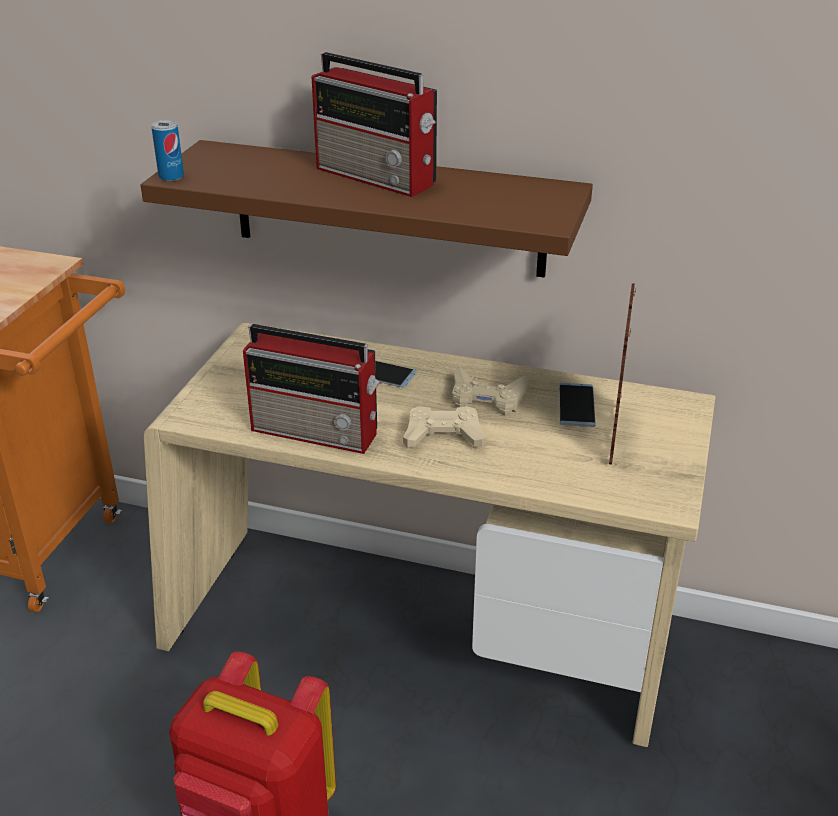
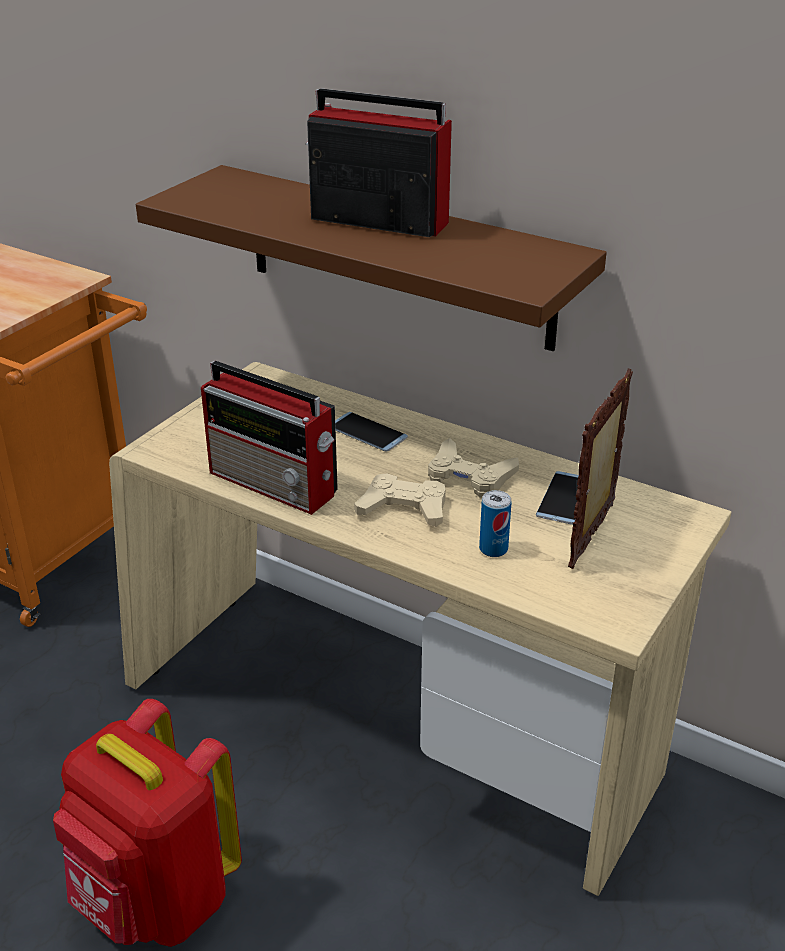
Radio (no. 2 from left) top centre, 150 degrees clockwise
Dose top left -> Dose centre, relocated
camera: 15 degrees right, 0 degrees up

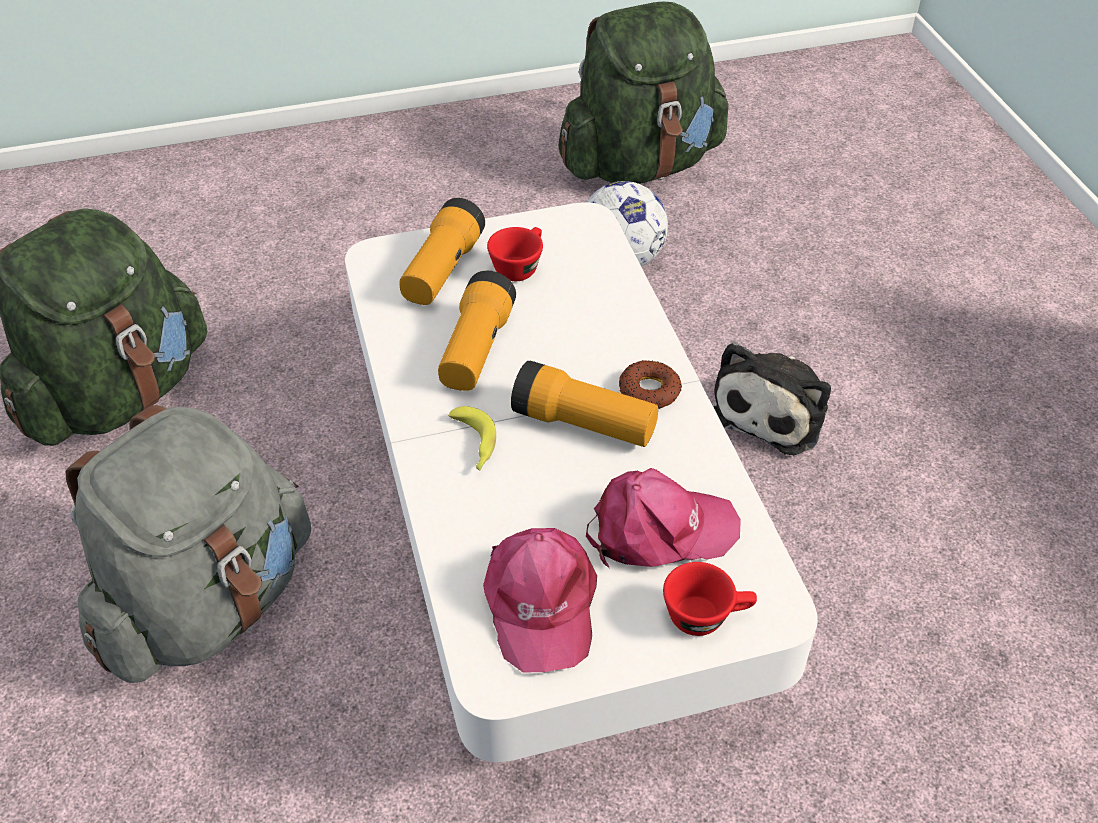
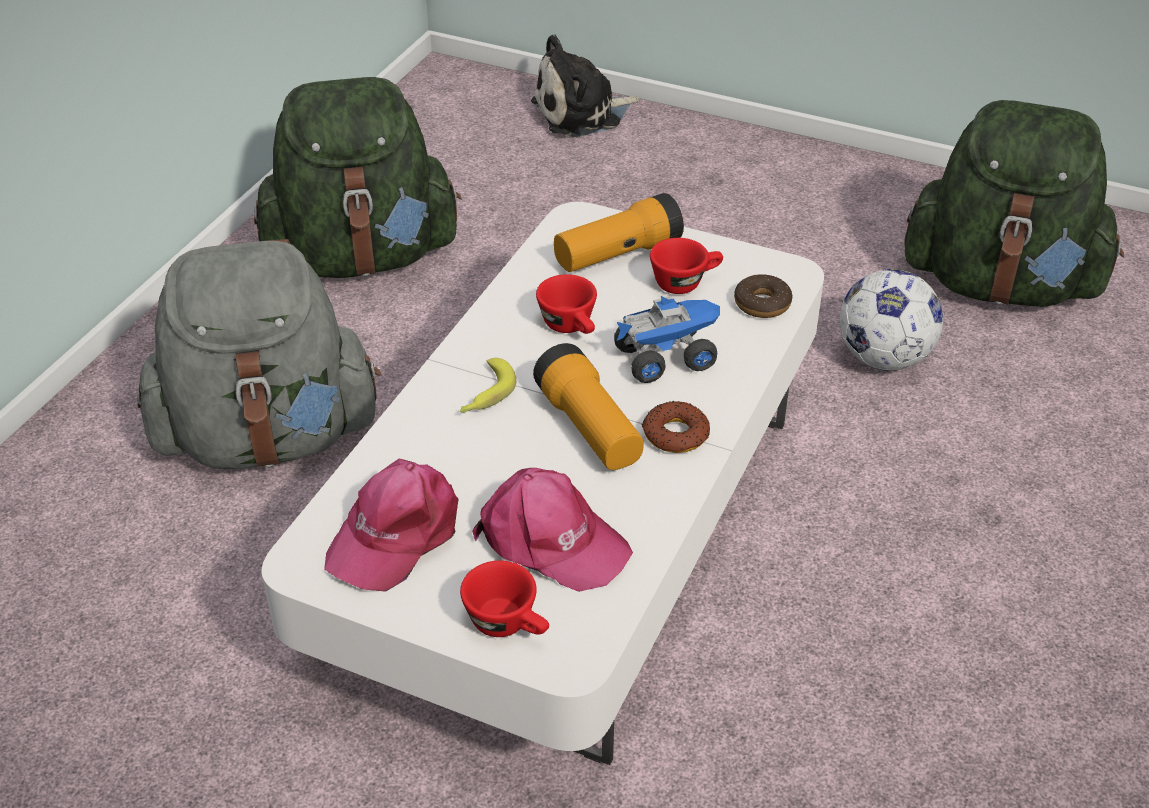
Plüschtier middle right -> Plüschtier top centre, relocated
Taschenlampe (no. 2 from left) centre -> Tasse/rot (no. 2 from left) centre
none -> Spielzeuglaster centre
none -> Donut (no. 2 from left) centre
camera: 40 degrees right, 5 degrees down

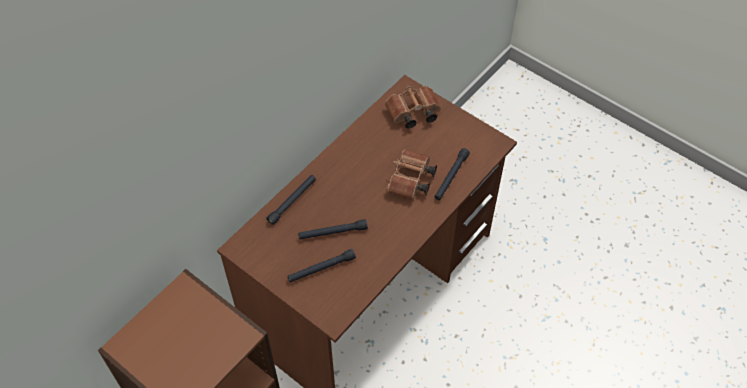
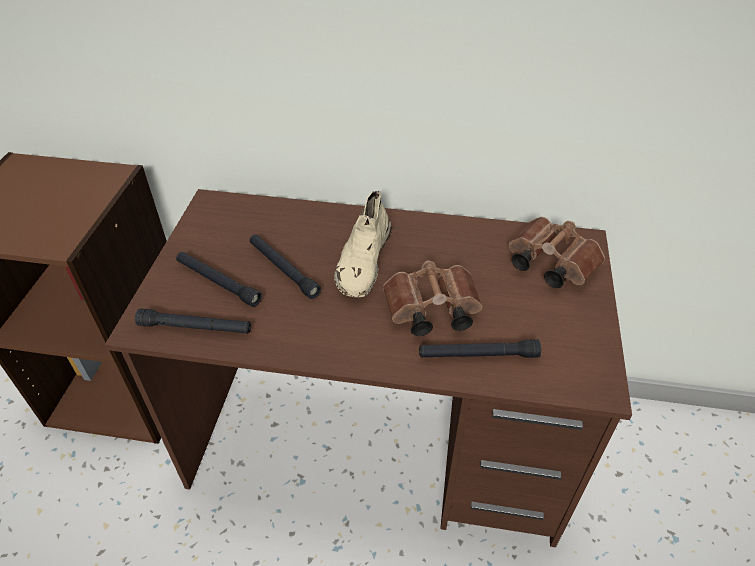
Taschenlampe/schwarz (no. 1 from left) centre -> Taschenlampe/schwarz (no. 1 from left) middle left, relocated
none -> Schuh/beige centre
camera: 60 degrees right, 10 degrees down

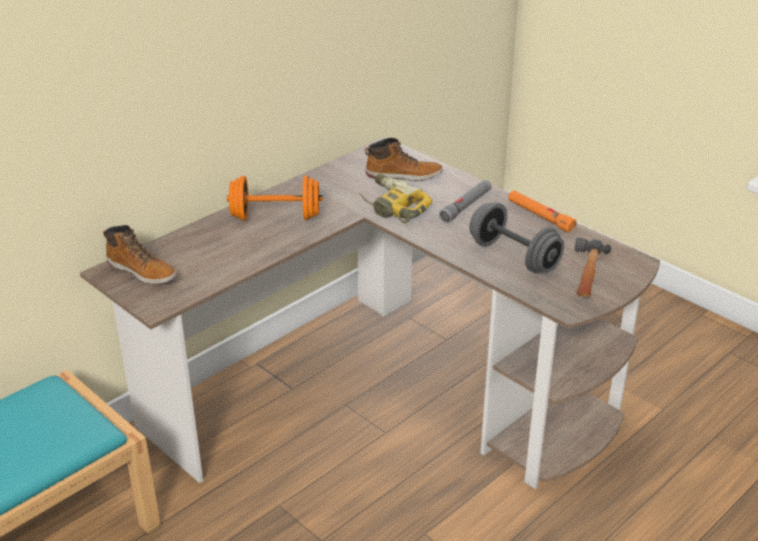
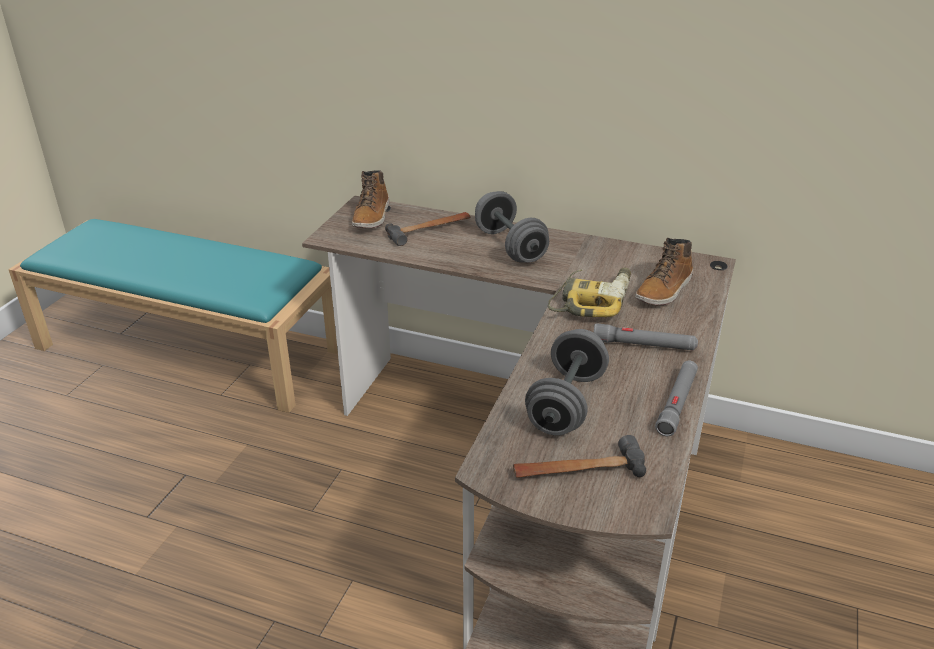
none -> Hammer (no. 1 from left) centre
Hantel/orange centre -> Hantel/grau (no. 1 from left) centre
Stiefel (no. 2 from left) top centre -> Stiefel (no. 2 from left) middle right, 60 degrees clockwise
Taschenlampe/orange middle right -> Taschenlampe/grau (no. 2 from left) middle right
camera: 65 degrees right, 0 degrees up

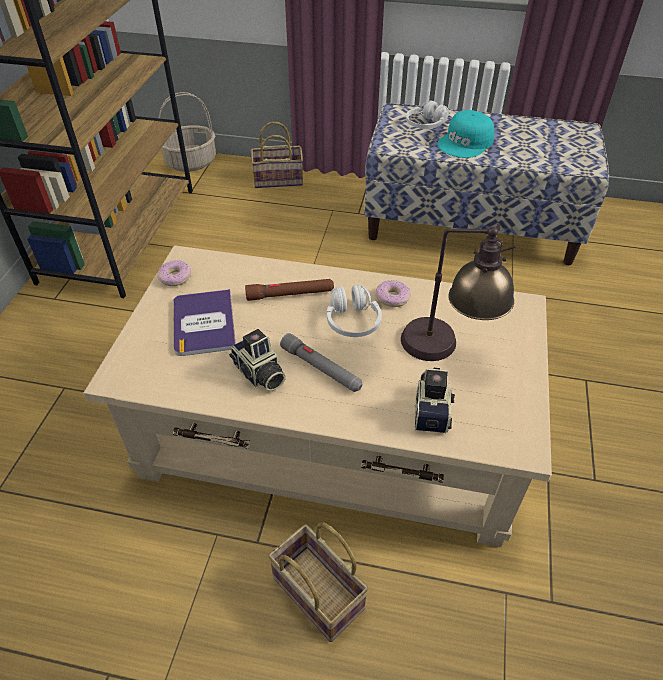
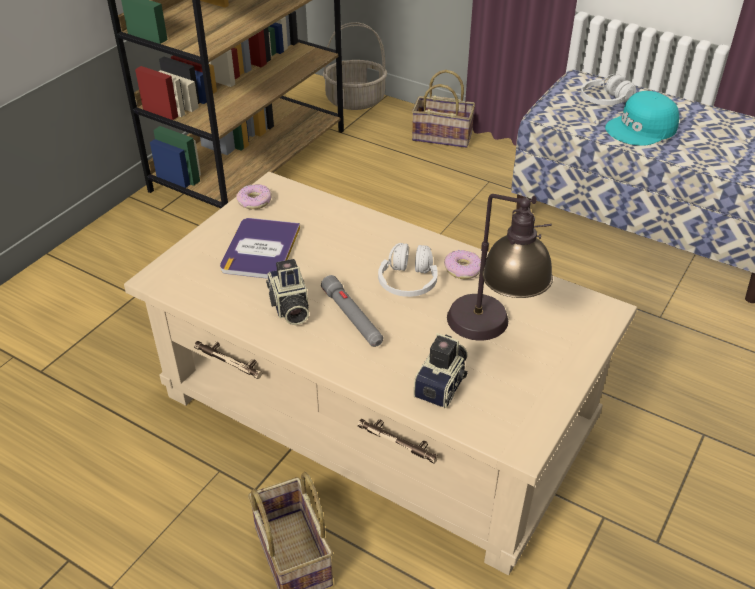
Taschenlampe/braun centre -> none
camera: 20 degrees right, 5 degrees down

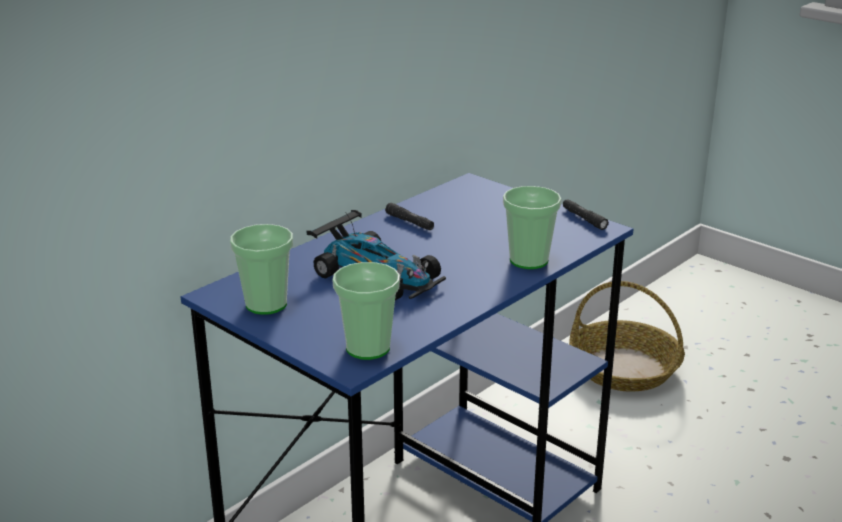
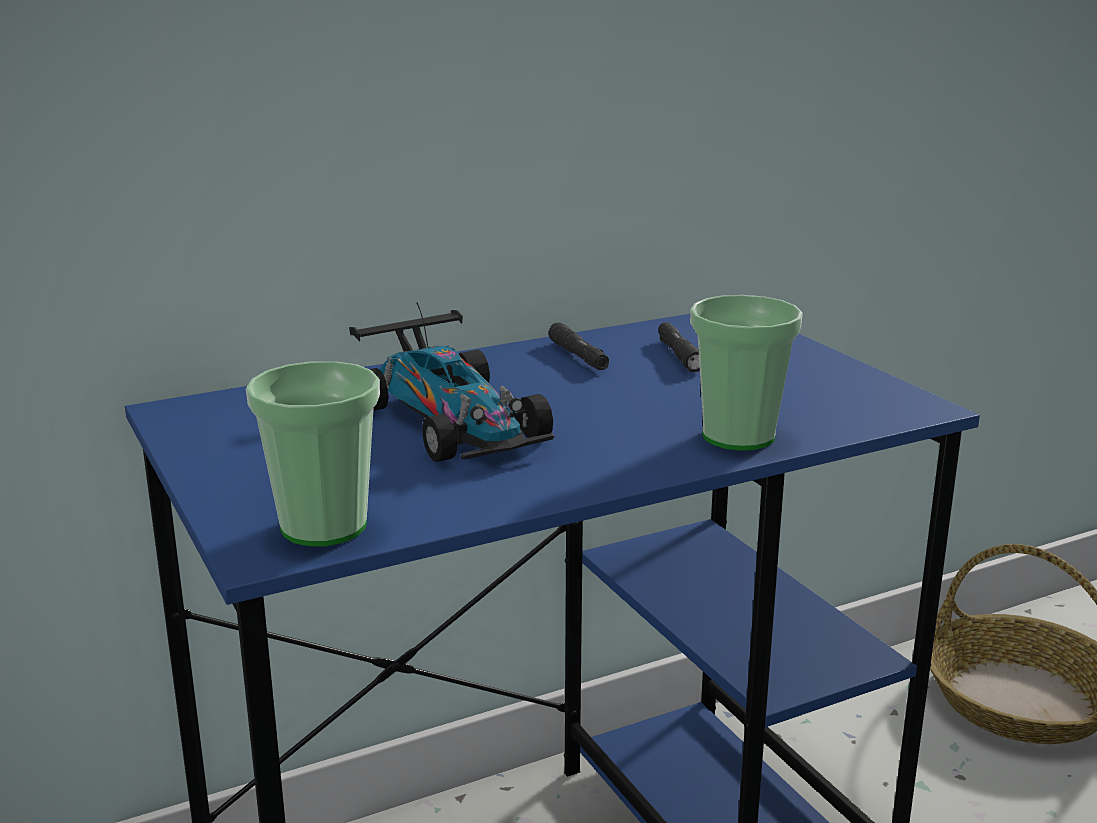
Taschenlampe/schwarz (no. 2 from left) middle right -> Taschenlampe/schwarz (no. 2 from left) centre, relocated
Tasse (no. 1 from left) middle left -> none
camera: 20 degrees right, 5 degrees down

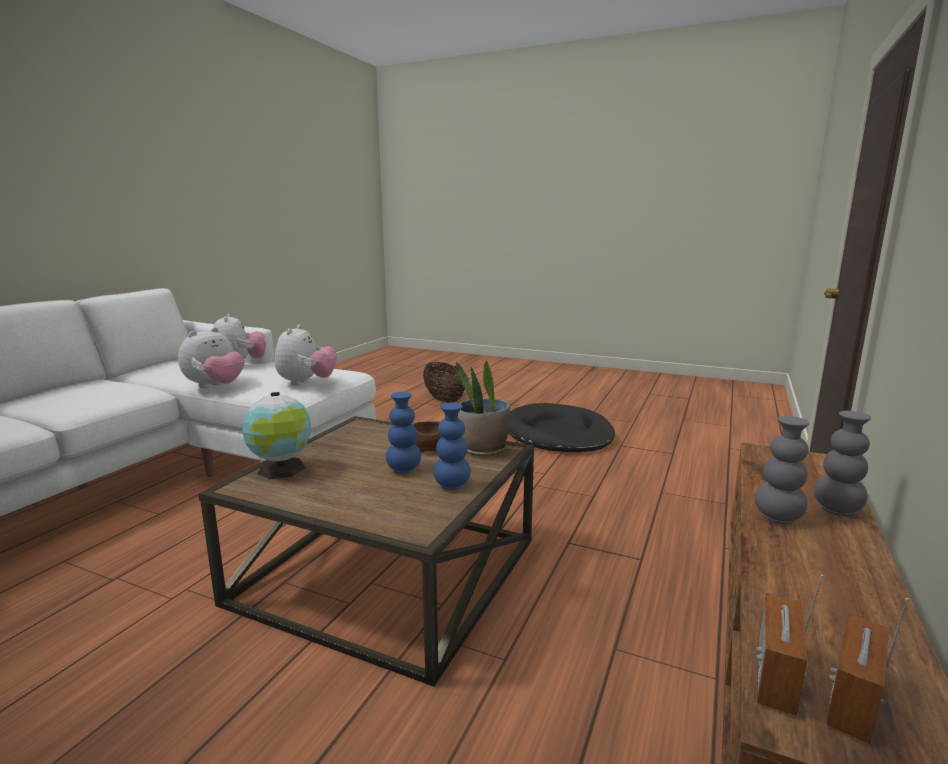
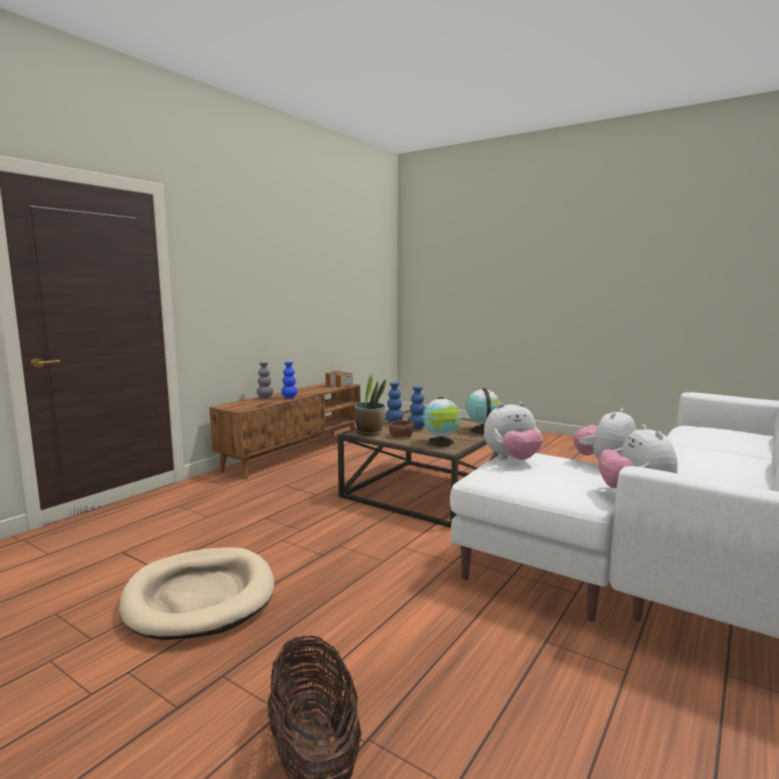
Hundebett/schwarz centre -> Hundebett/beige bottom left
Vase/grau (no. 1 from left) middle right -> Vase/blau (no. 1 from left) centre
none -> Globus (no. 1 from left) centre
Plüschtier (no. 3 from left in the first image) middle left -> Plüschtier (no. 1 from left) centre, 120 degrees counterclockwise
camera: 170 degrees left, 5 degrees down

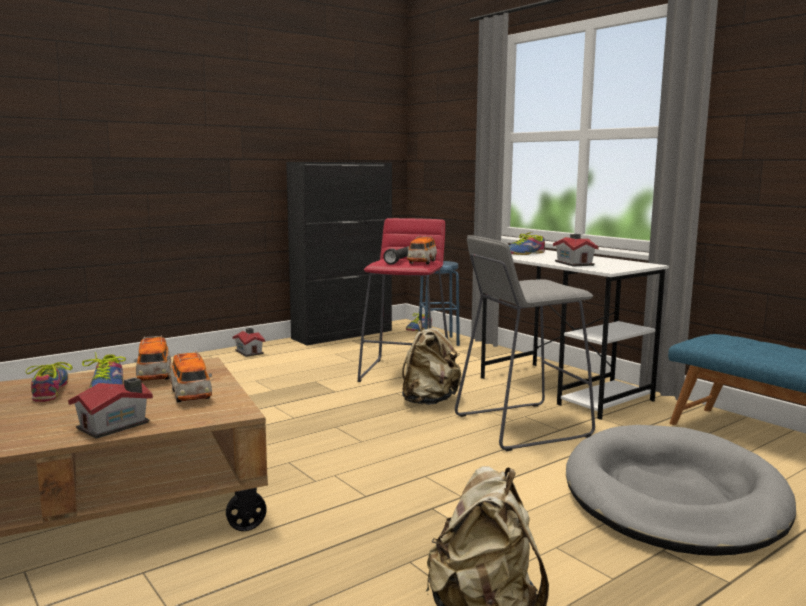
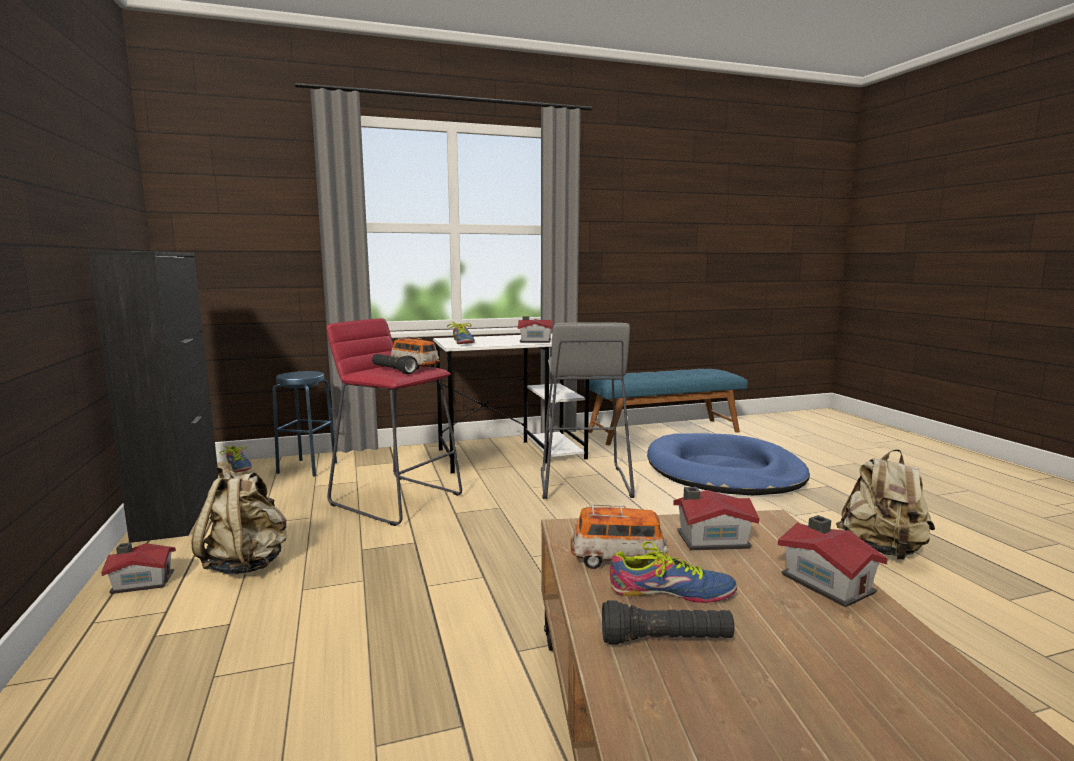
Rucksack/beige (no. 1 from left) centre -> Rucksack/beige (no. 1 from left) bottom left, relocated
Schuh (no. 1 from left) middle left -> Taschenlampe/schwarz (no. 2 from left) bottom centre
Hundebett/grau bottom right -> Hundebett/blau middle right
Spielzeugauto (no. 2 from left) middle left -> Spielzeughaus (no. 3 from left) bottom right
camera: 70 degrees left, 0 degrees up

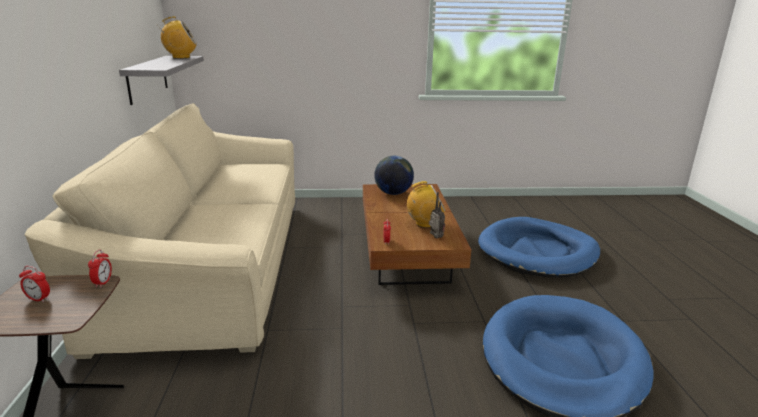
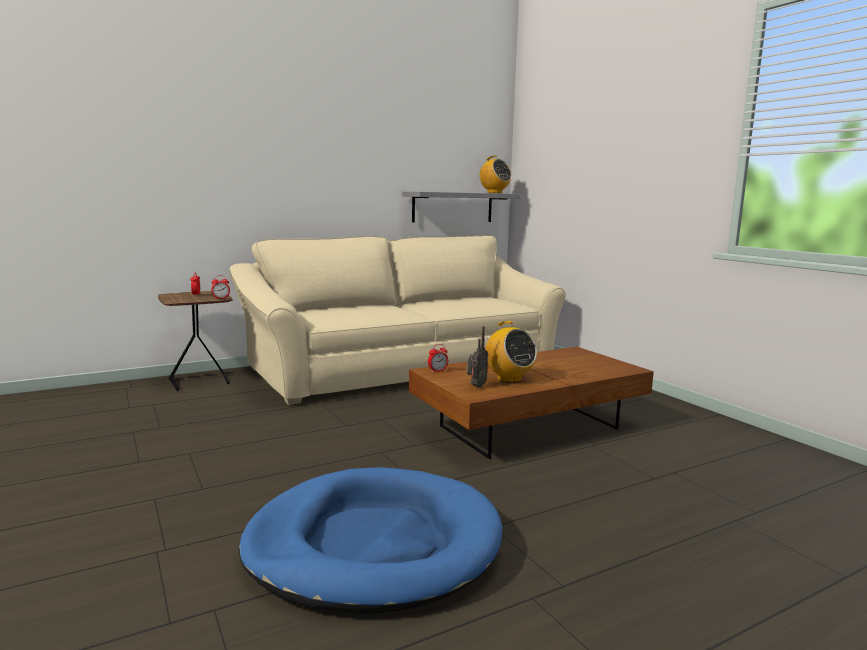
Globus centre -> none
Hundebett/blau (no. 1 from left) middle right -> none
camera: 65 degrees right, 10 degrees down

